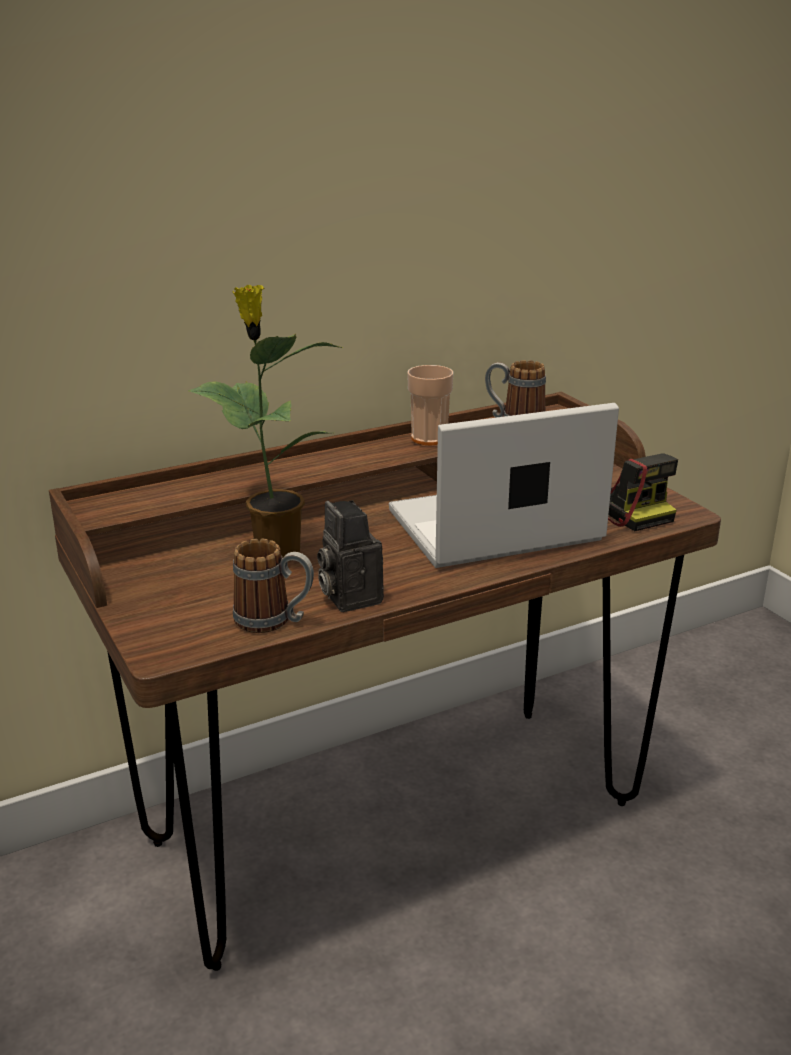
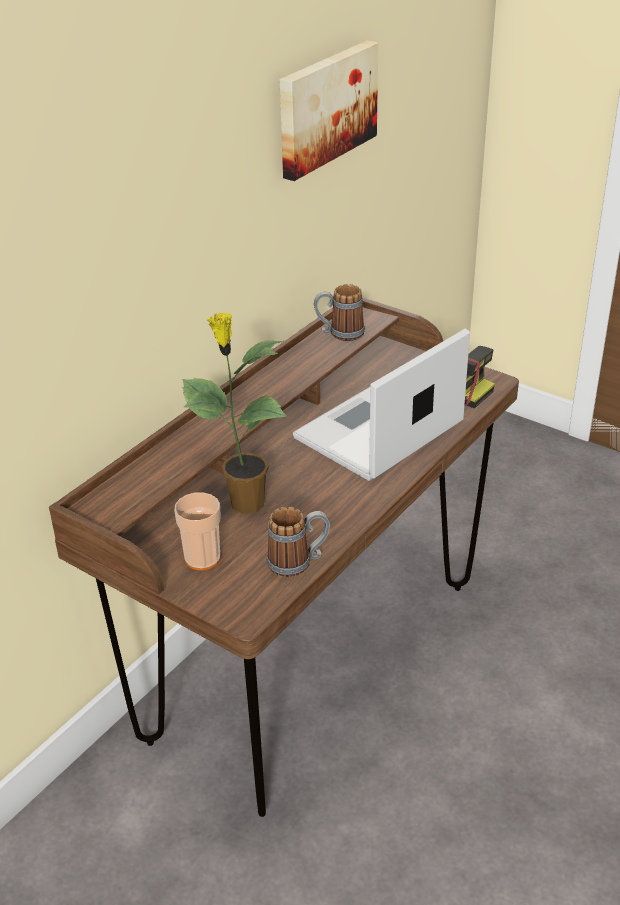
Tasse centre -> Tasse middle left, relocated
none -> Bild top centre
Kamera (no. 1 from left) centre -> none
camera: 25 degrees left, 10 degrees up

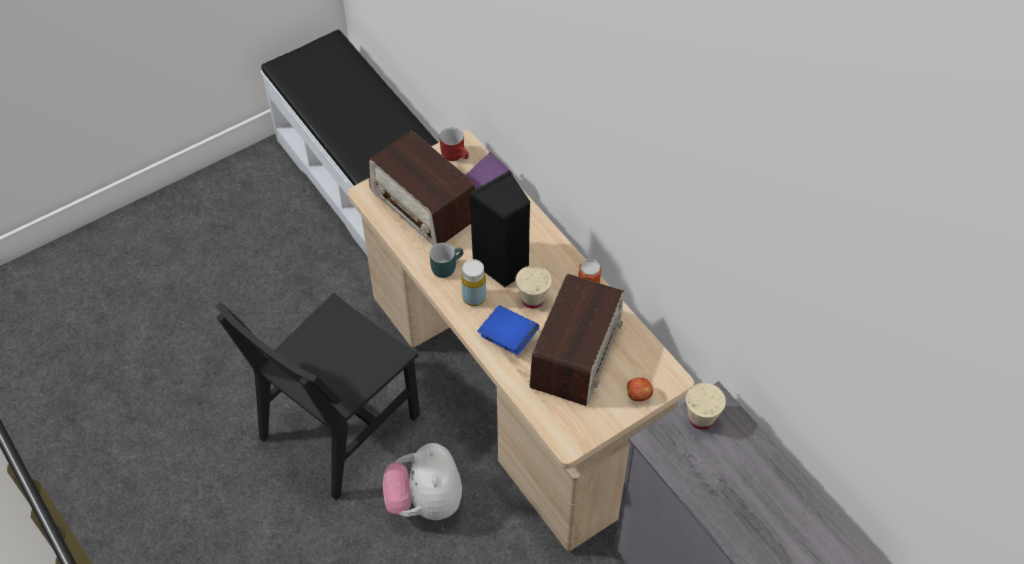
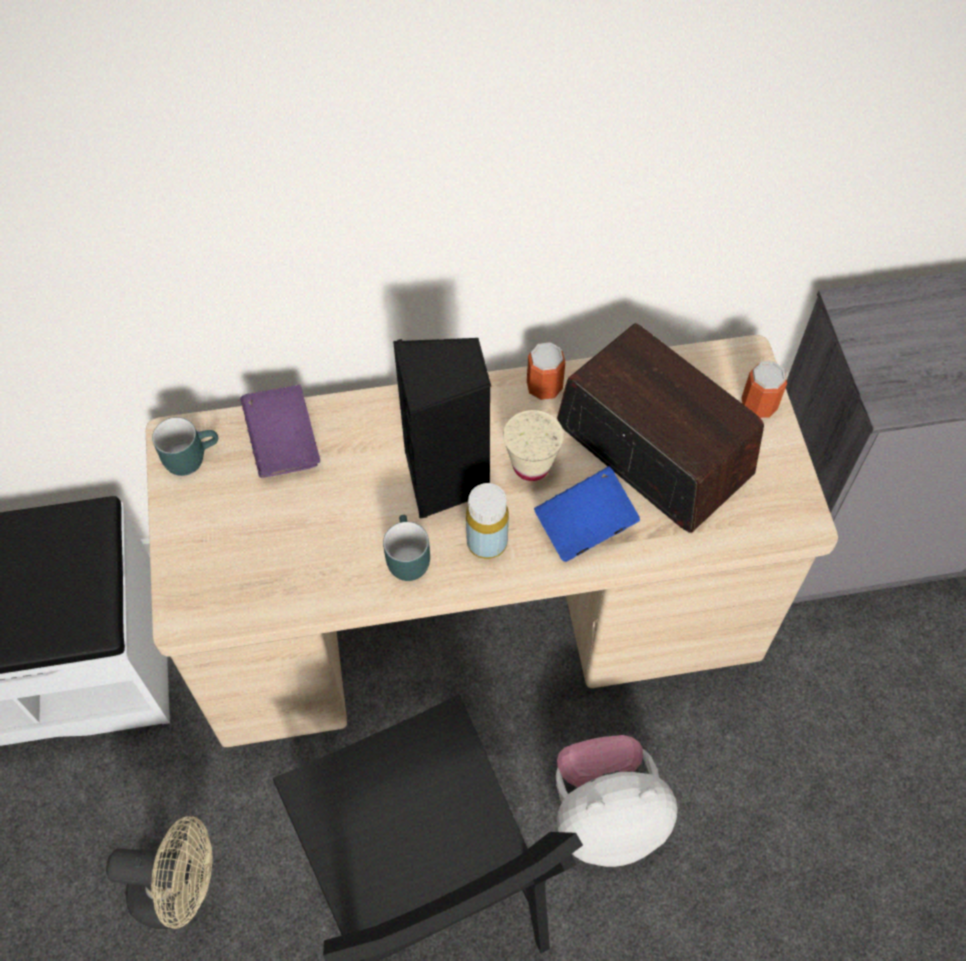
none -> Ventilator/beige bottom left
Henkelbecher/rot top centre -> Henkelbecher/türkis (no. 1 from left) middle left
Plüschtier bottom centre, 150 degrees clockwise
Apfel bottom centre -> Dose (no. 2 from left) middle right
Radio (no. 1 from left) centre -> none
Tasse/beige (no. 2 from left) bottom right -> none
camera: 65 degrees left, 5 degrees up

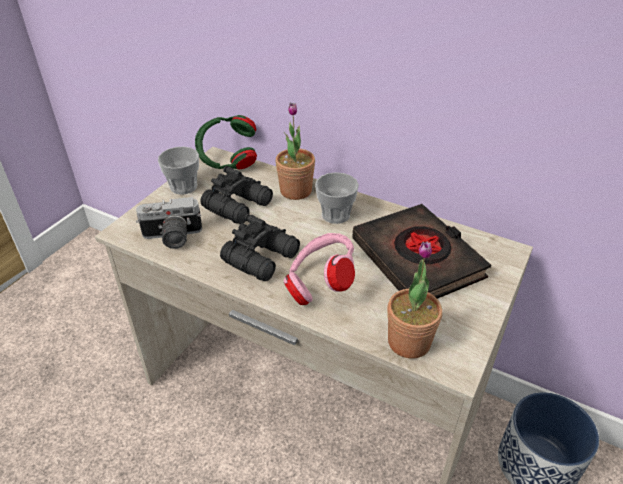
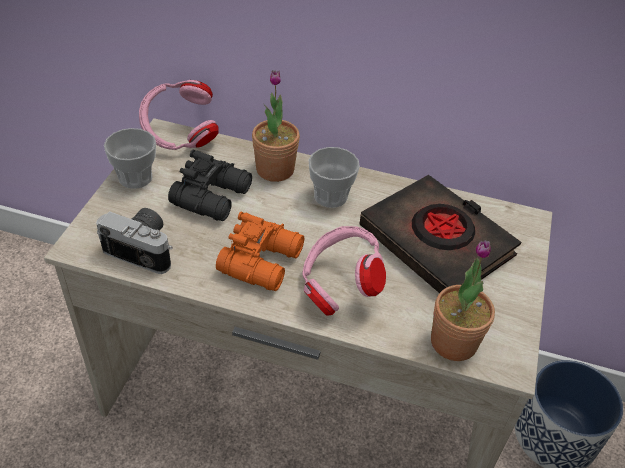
Kamera middle left, 135 degrees counterclockwise
Kopfhörer/grün top centre -> Kopfhörer/rosa (no. 1 from left) top left
Fernglas/schwarz (no. 2 from left) centre -> Fernglas/orange centre
camera: 15 degrees left, 5 degrees up

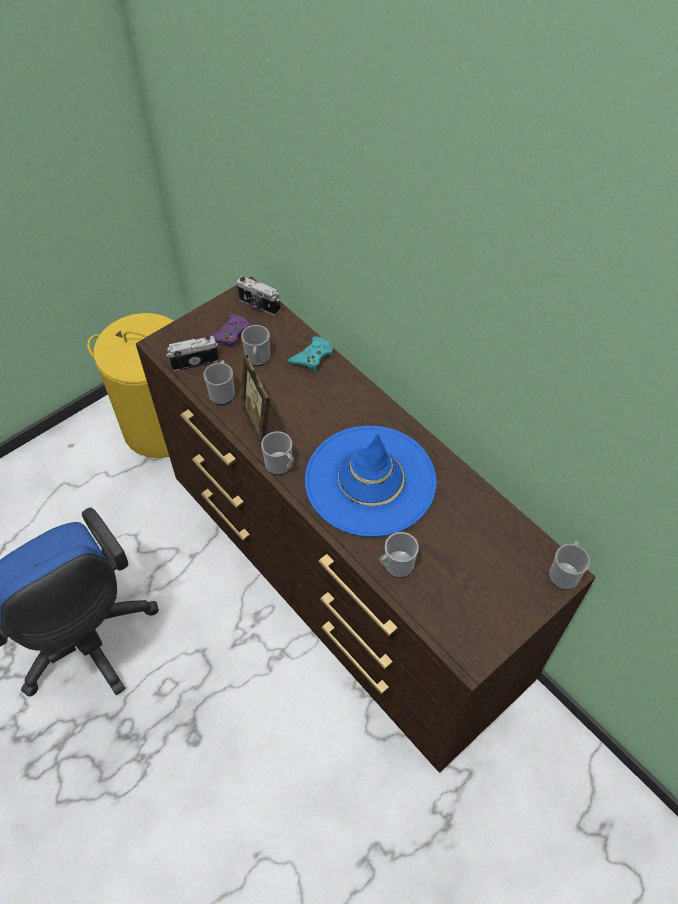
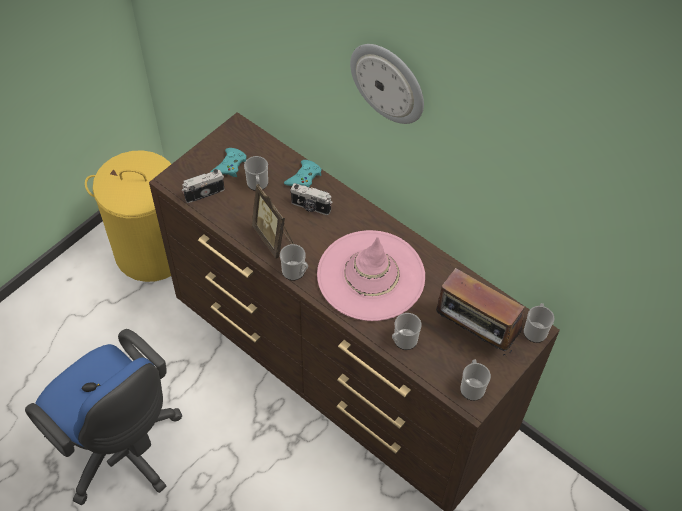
Gamepad/lila centre -> Gamepad/türkis (no. 1 from left) top centre
Kamera (no. 2 from left) top centre -> Kamera (no. 2 from left) centre, relocated
Hut/blau centre -> Hut/rosa centre
none -> Wanduhr top centre
none -> Radio middle right
Henkelbecher (no. 1 from left in the first image) middle left -> Henkelbecher (no. 4 from left) bottom right, relocated
camera: 10 degrees left, 0 degrees up

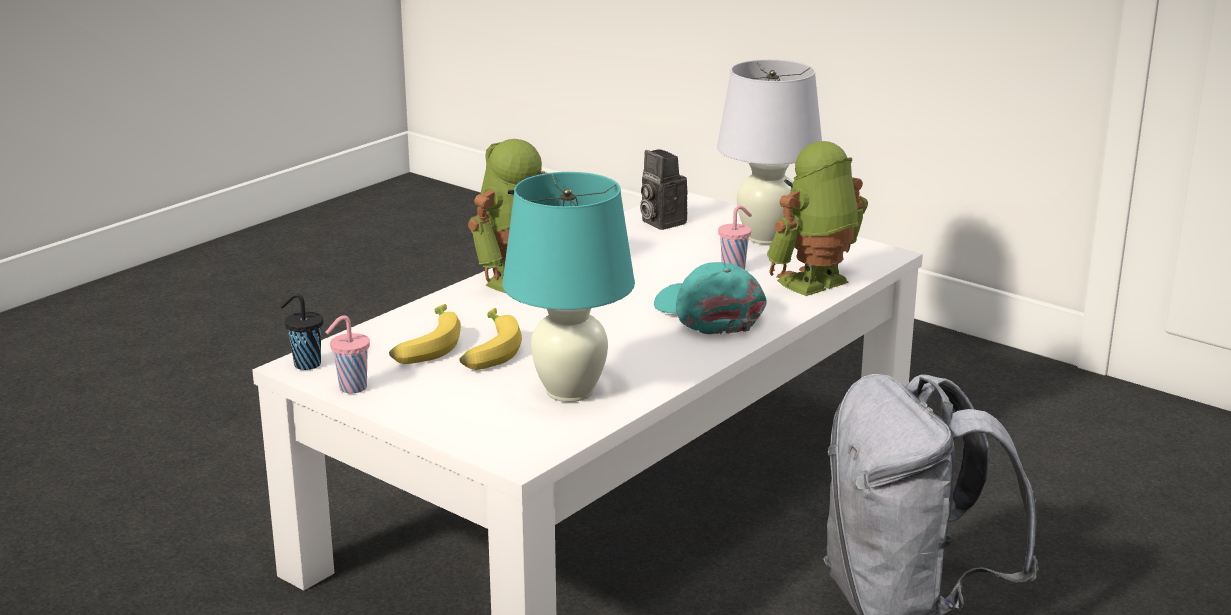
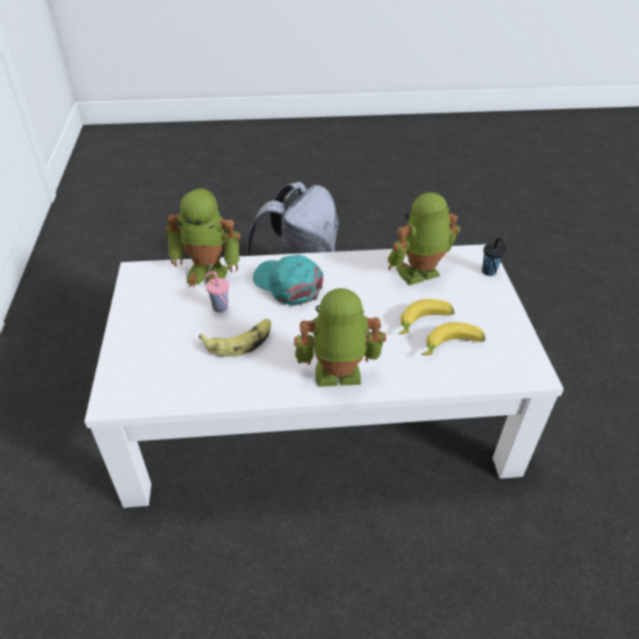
none -> Banane (no. 1 from left) centre
Kappe/türkis centre, 120 degrees clockwise
Tischlampe/türkis centre -> Spielzeugroboter (no. 3 from left) centre
Tasse/schwarz middle left -> Tasse/schwarz middle right, relocated
Tasse/rosa (no. 1 from left) middle left -> none
Kamera top centre -> none
Tischlampe/weiß top centre -> none
camera: 135 degrees left, 20 degrees up

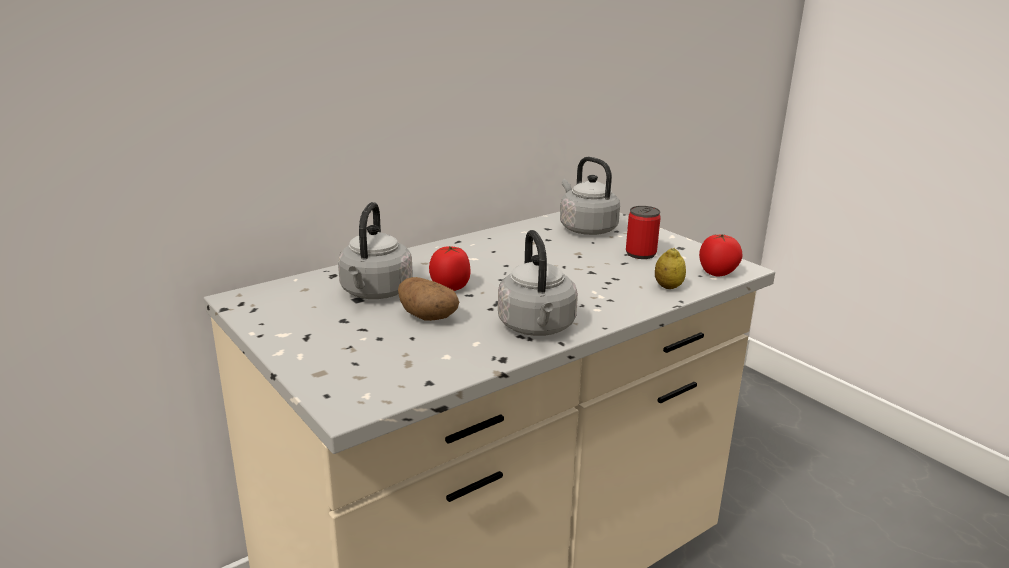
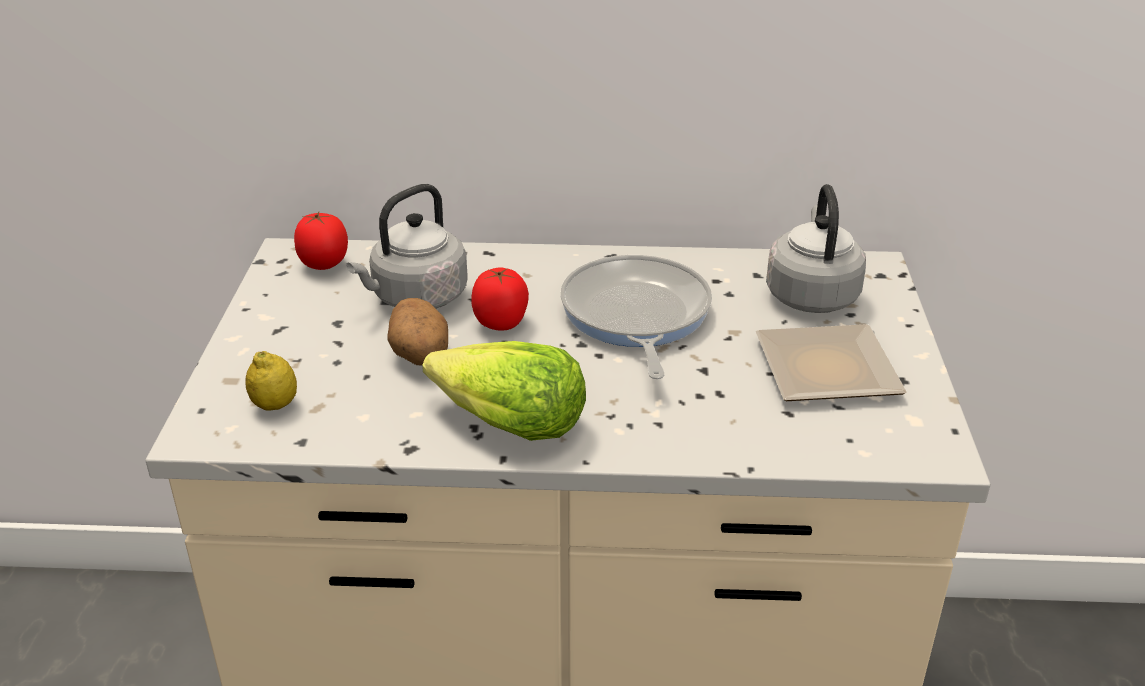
Zitrone centre -> Zitrone middle left, relocated
Tomate (no. 2 from left in the first image) middle right -> Tomate (no. 1 from left) middle left, relocated
Wasserkessel/grau (no. 2 from left) centre -> Salatkopf centre
none -> Pfanne centre
Dose centre -> Teller middle right
camera: 40 degrees right, 10 degrees up

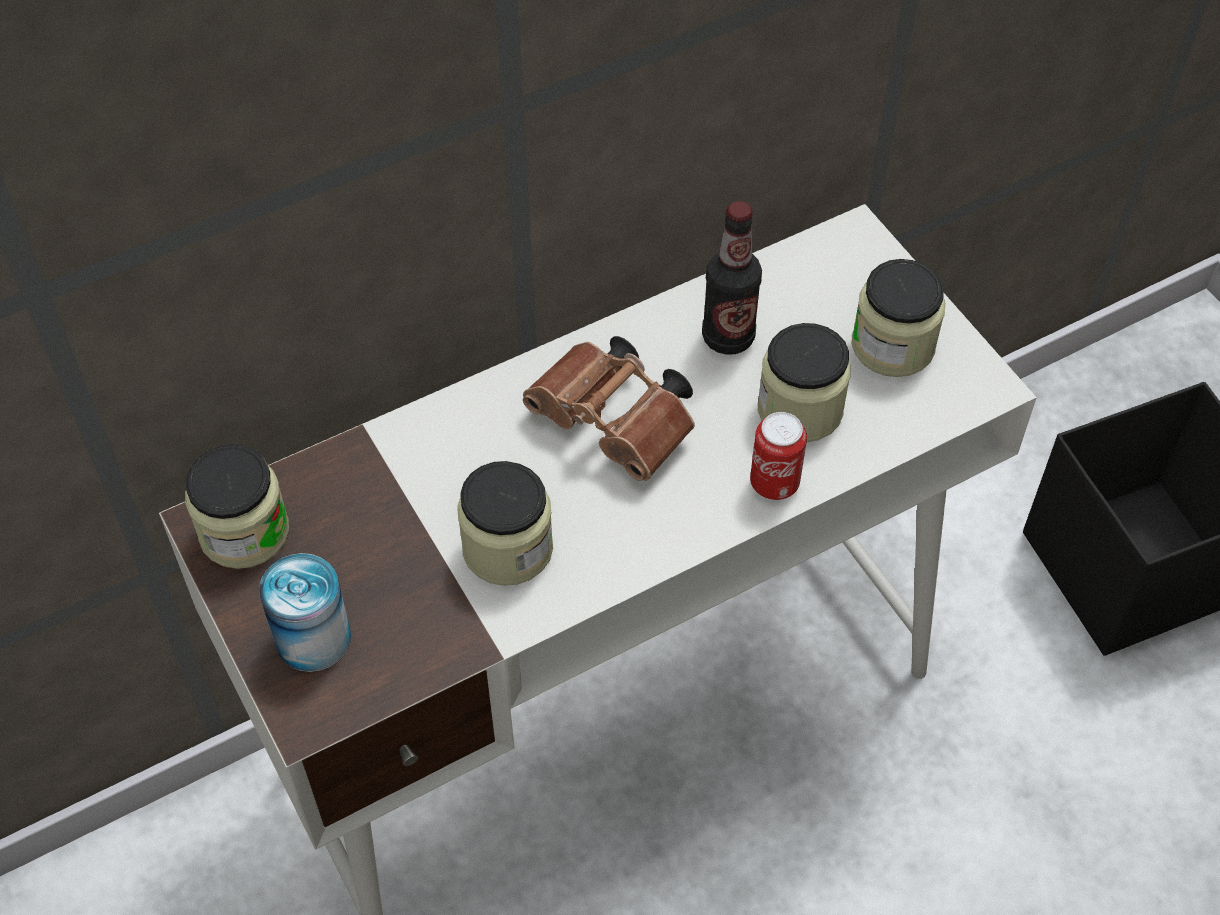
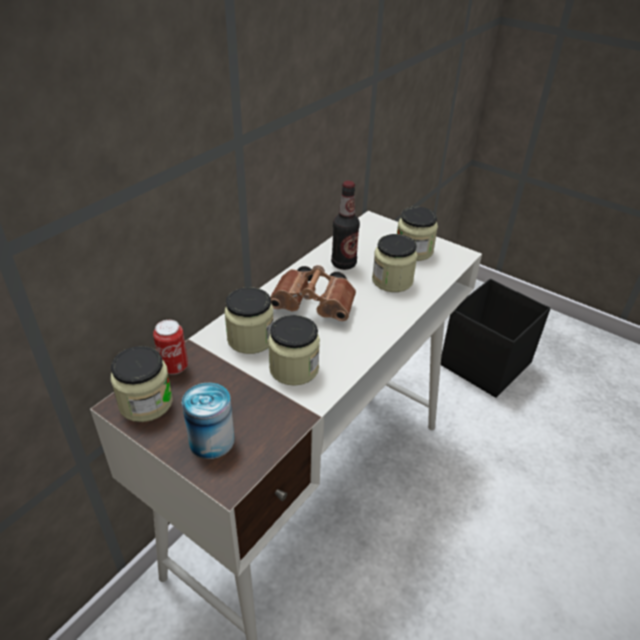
Dose (no. 2 from left in the first image) centre -> Dose (no. 1 from left) middle left, relocated
none -> Vorratsglas (no. 2 from left) centre
camera: 25 degrees left, 15 degrees down

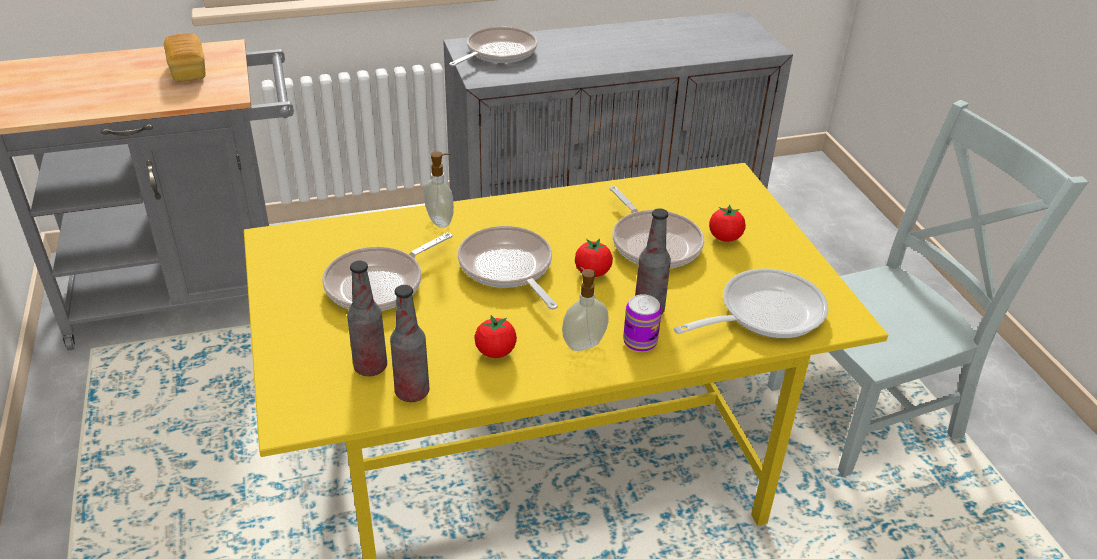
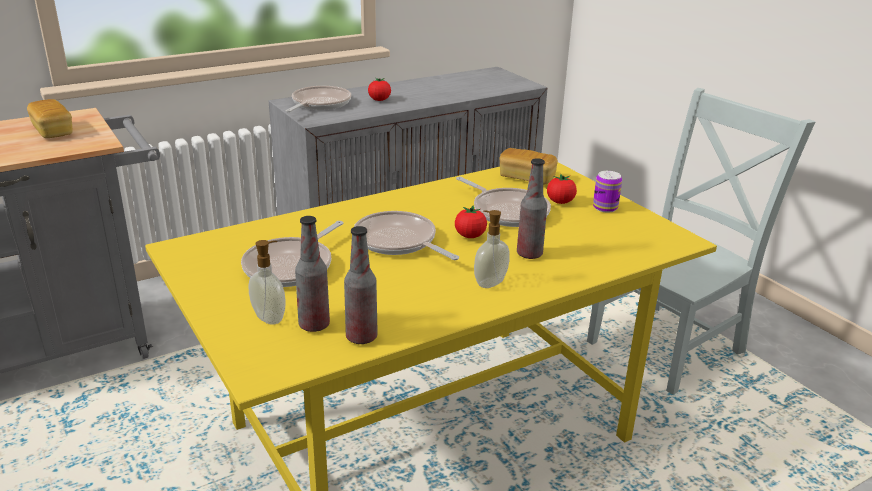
Seifenspender (no. 1 from left) centre -> Seifenspender (no. 1 from left) middle left, relocated
Tomate (no. 1 from left) centre -> Tomate (no. 1 from left) top centre, relocated
none -> Brot (no. 2 from left) centre
Dose centre -> Dose middle right, relocated
Pfanne (no. 5 from left) middle right -> none
camera: 15 degrees left, 10 degrees down

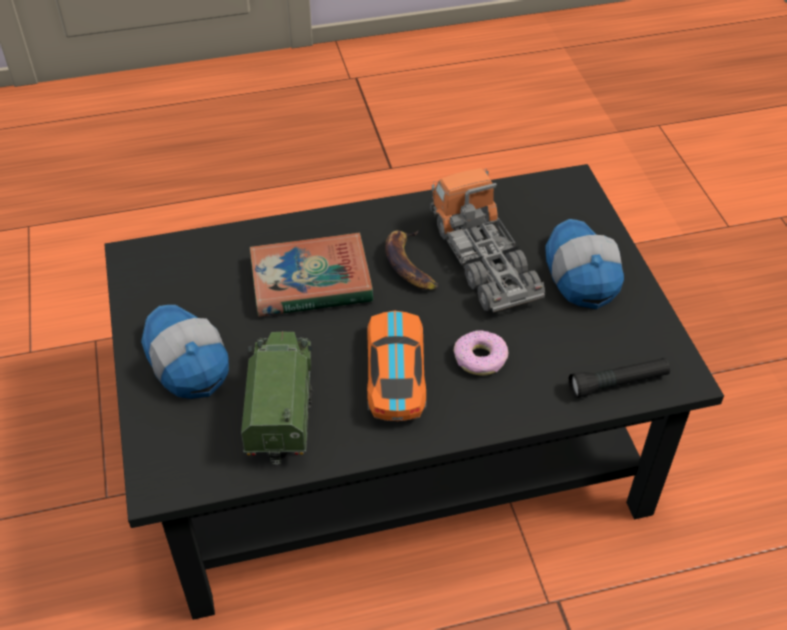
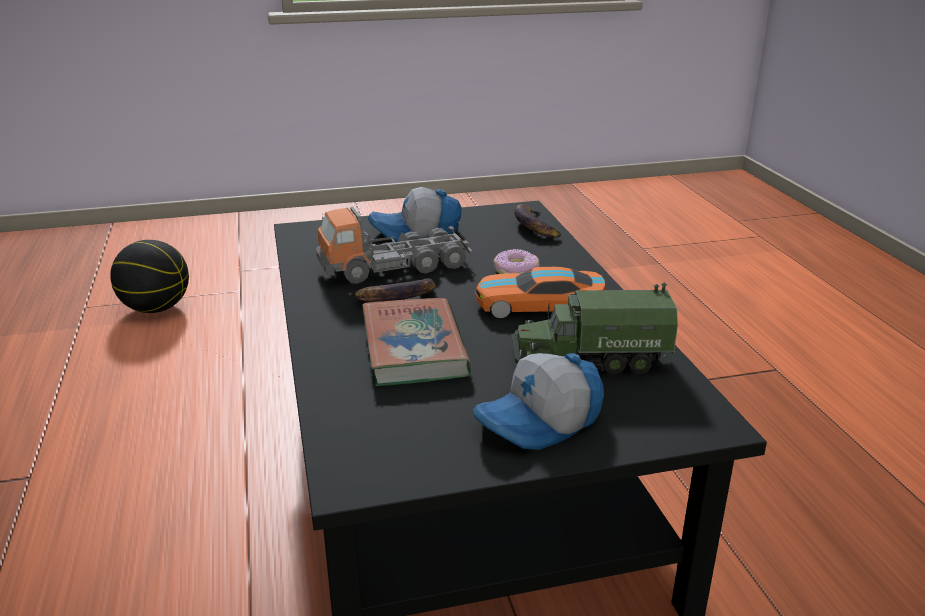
none -> Basketball middle left
Taschenlampe/schwarz middle right -> Banane (no. 2 from left) centre
camera: 90 degrees left, 20 degrees down

